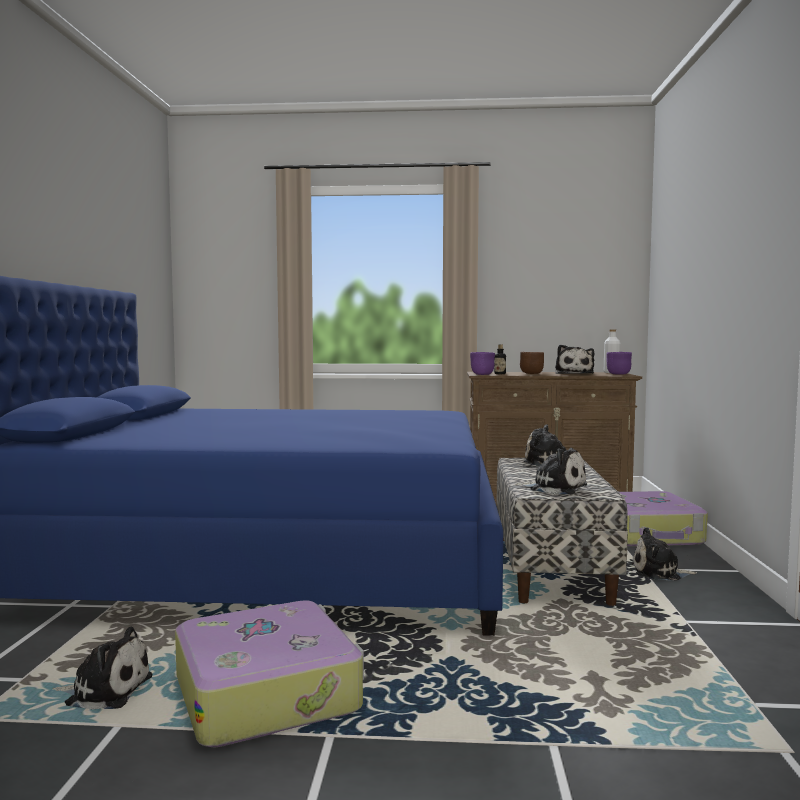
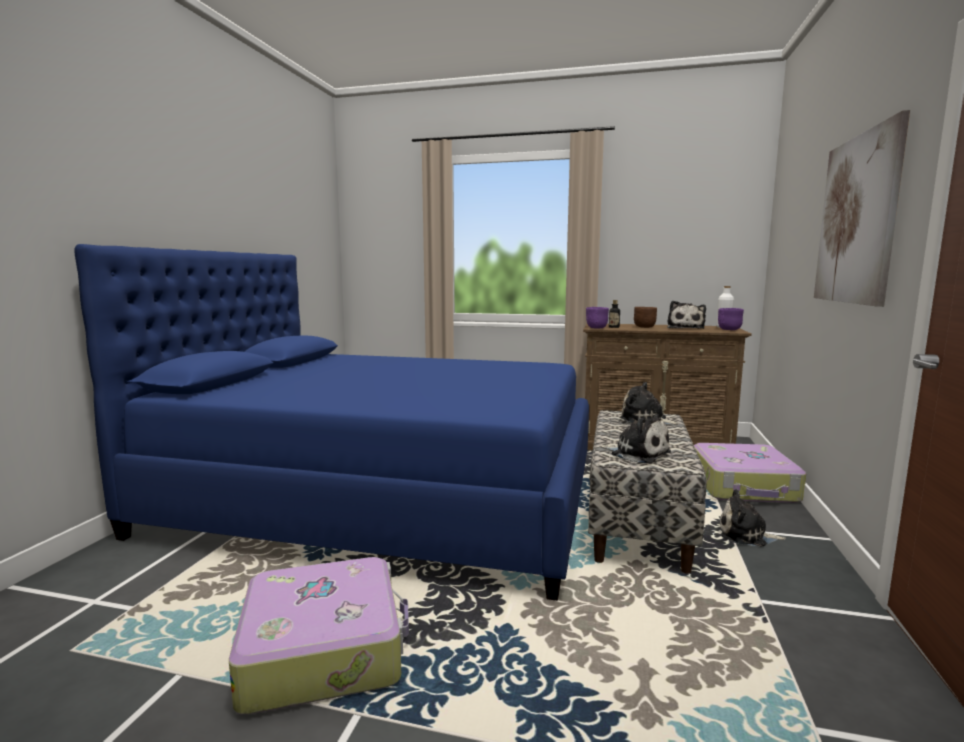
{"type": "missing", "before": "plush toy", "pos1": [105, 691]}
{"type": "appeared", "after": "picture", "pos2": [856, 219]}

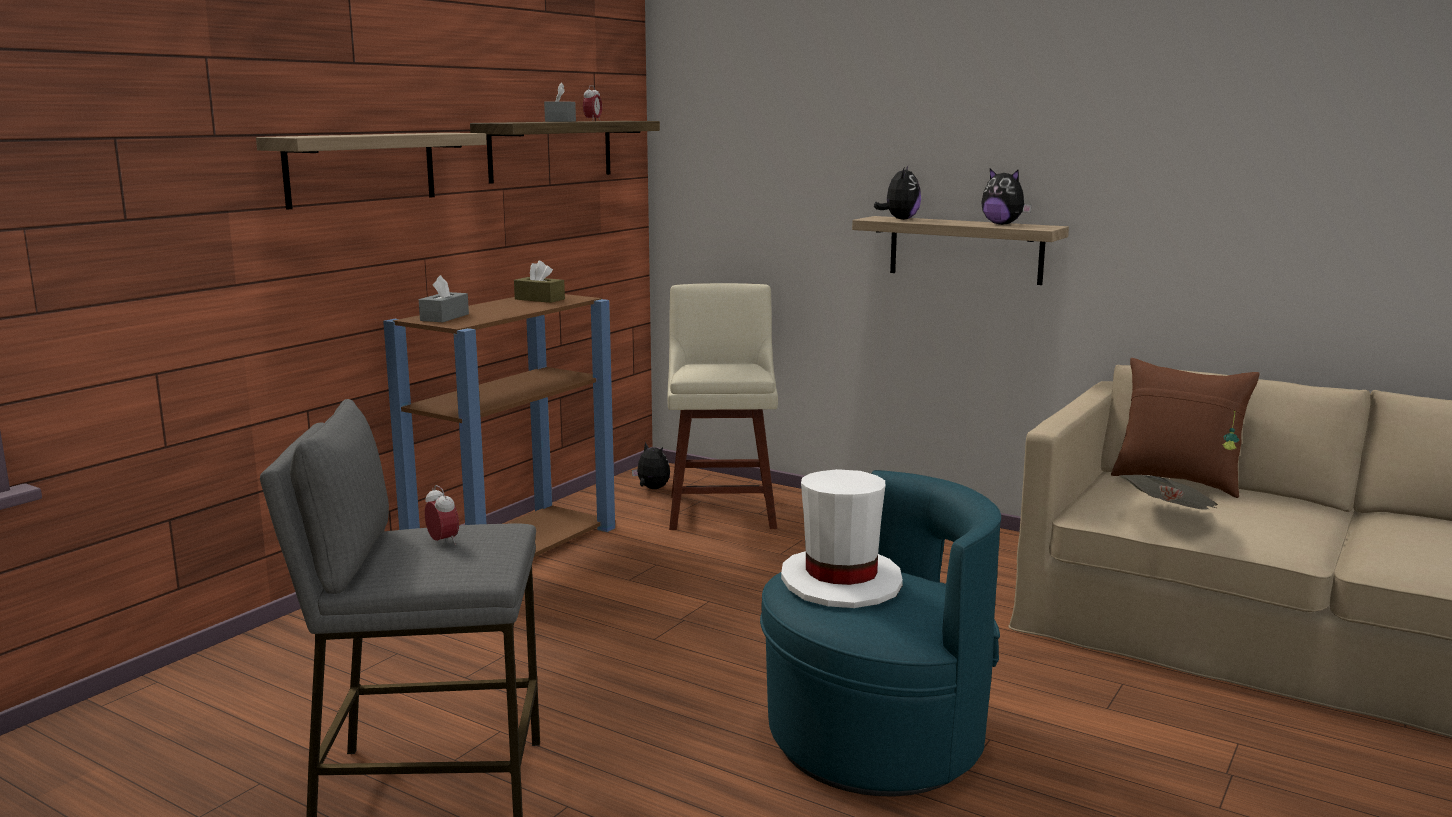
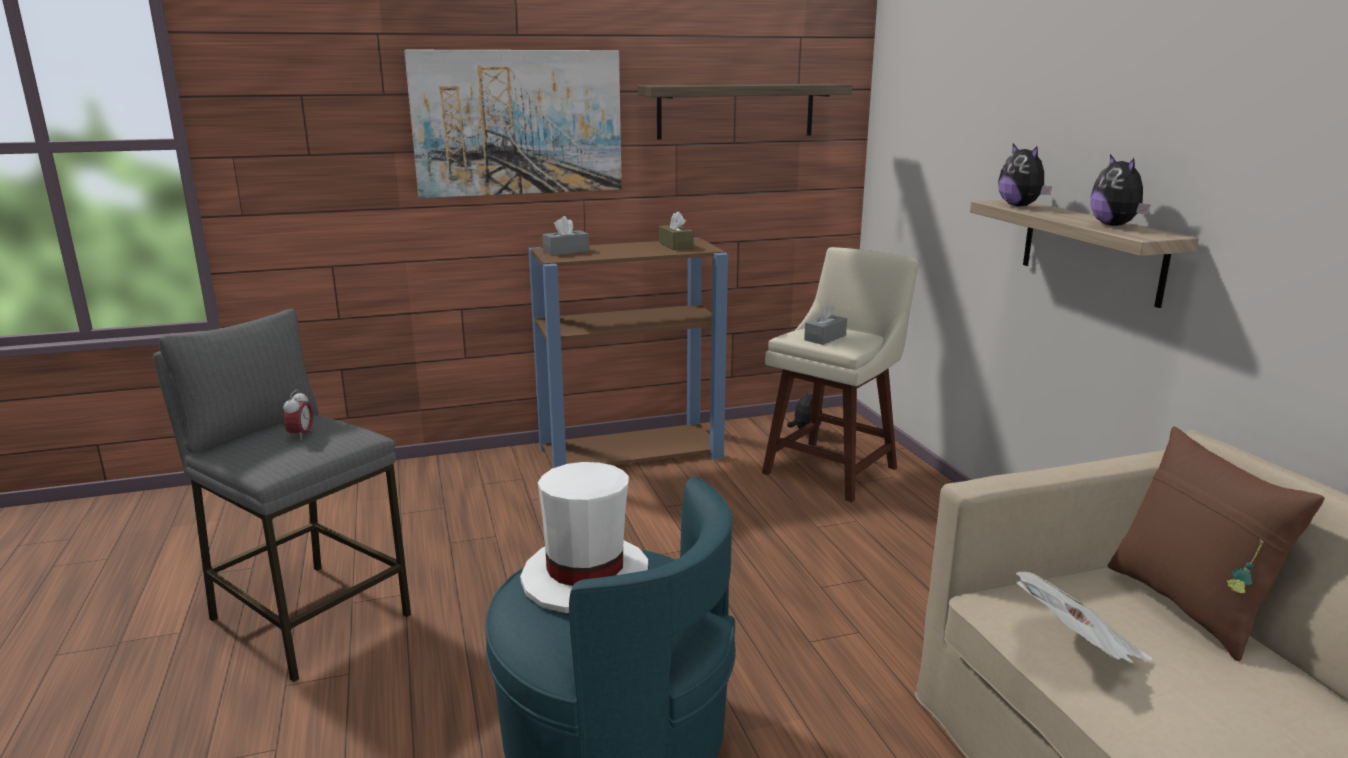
{"type": "exchanged", "before": "shelf", "after": "picture", "pos1": [361, 169], "pos2": [518, 123]}
{"type": "relocated", "before": "tissue box (grey)", "pos1": [560, 121], "pos2": [825, 338]}
{"type": "missing", "before": "alarm clock", "pos1": [593, 120]}
{"type": "spun", "before": "plush toy", "pos1": [900, 219], "pos2": [1020, 206], "turn": 105}

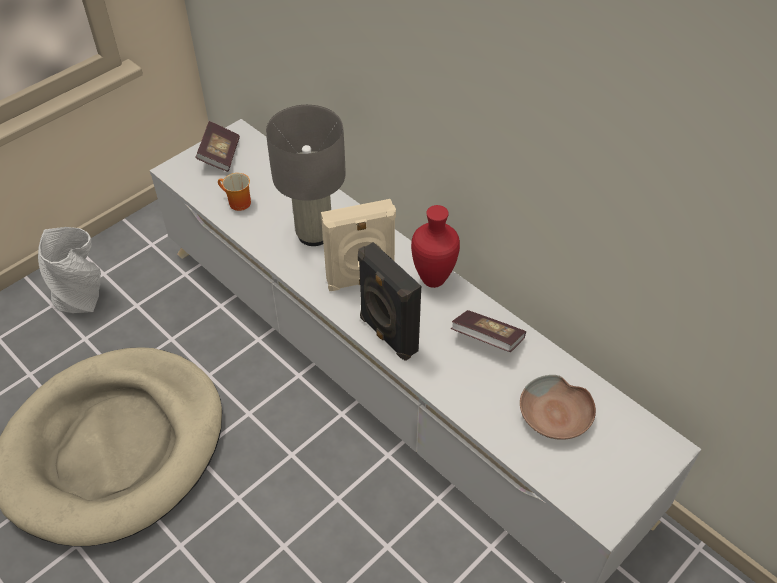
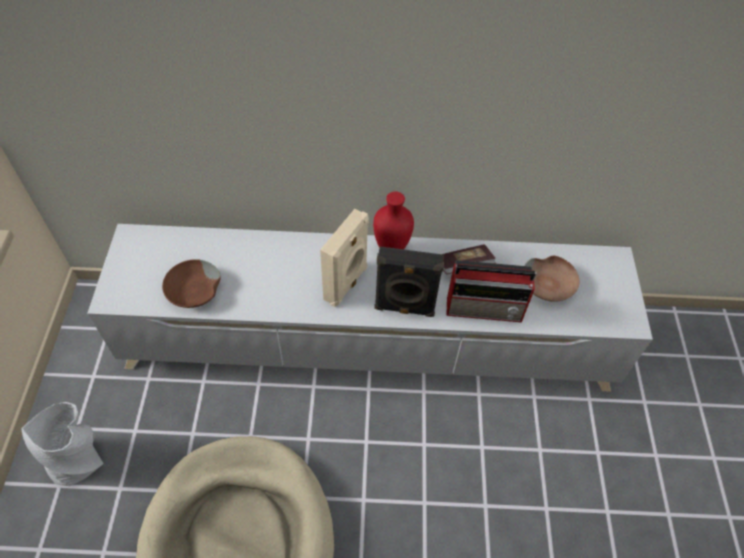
{"type": "missing", "before": "book", "pos1": [220, 155]}
{"type": "exchanged", "before": "mug", "after": "bowl (brown)", "pos1": [236, 203], "pos2": [193, 291]}
{"type": "missing", "before": "table lamp (grey)", "pos1": [314, 233]}
{"type": "appeared", "after": "radio", "pos2": [485, 308]}

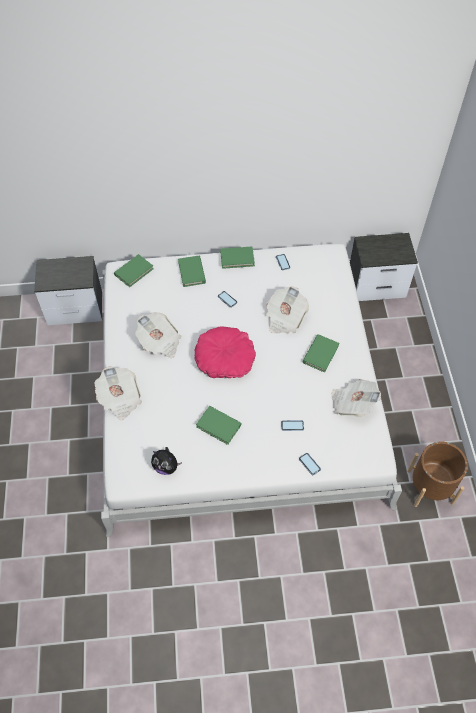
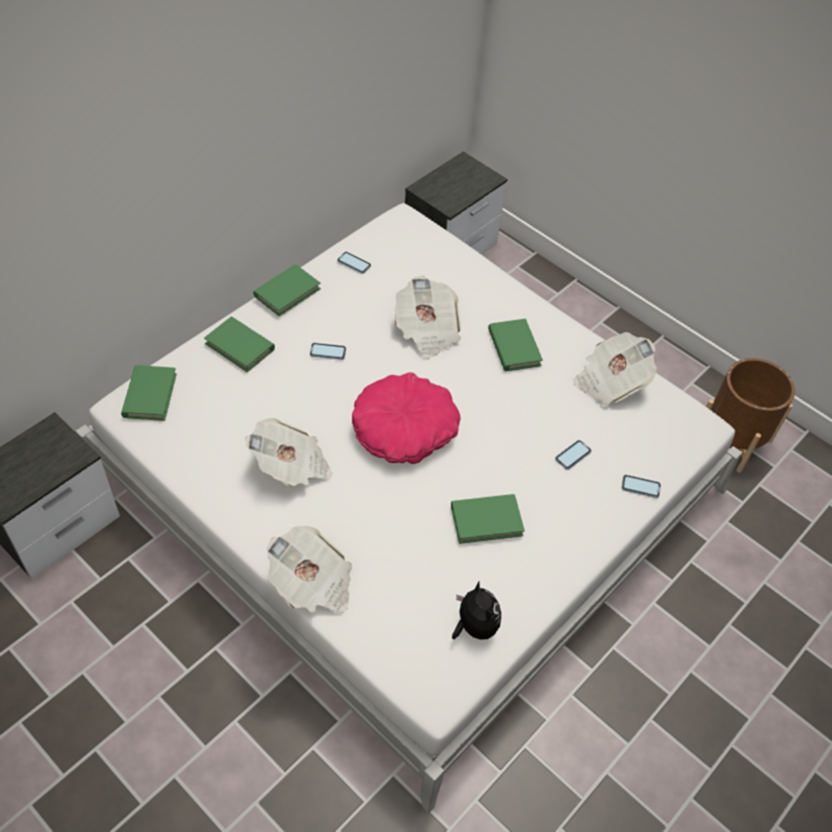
{"type": "spun", "before": "plush toy", "pos1": [166, 466], "pos2": [474, 626], "turn": -90}

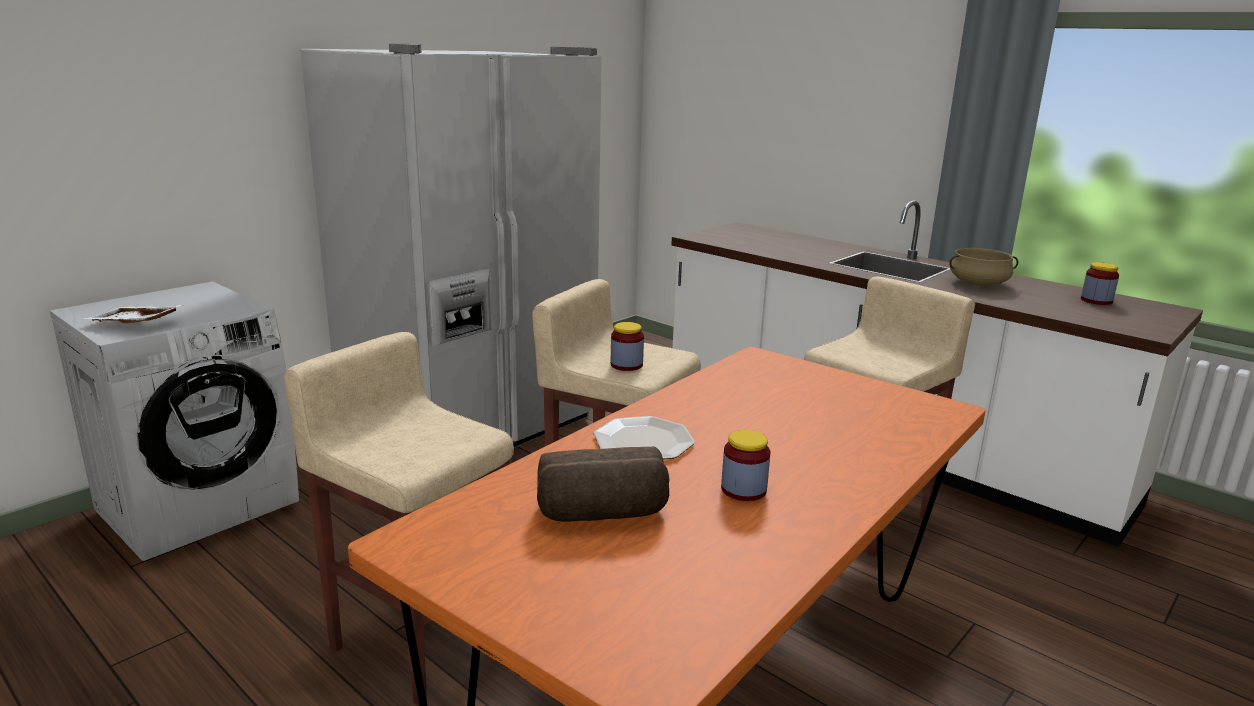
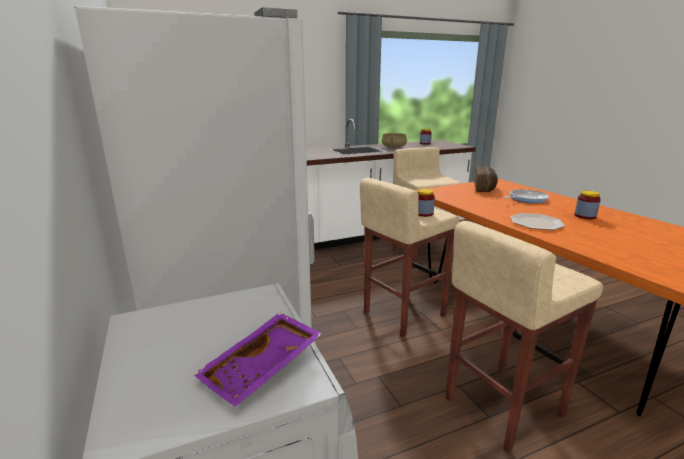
{"type": "colour", "before": "tray (white)", "after": "tray (purple)", "pos1": [134, 324], "pos2": [263, 368]}
{"type": "relocated", "before": "bread", "pos1": [602, 514], "pos2": [485, 188]}
{"type": "appeared", "after": "frying pan", "pos2": [526, 199]}

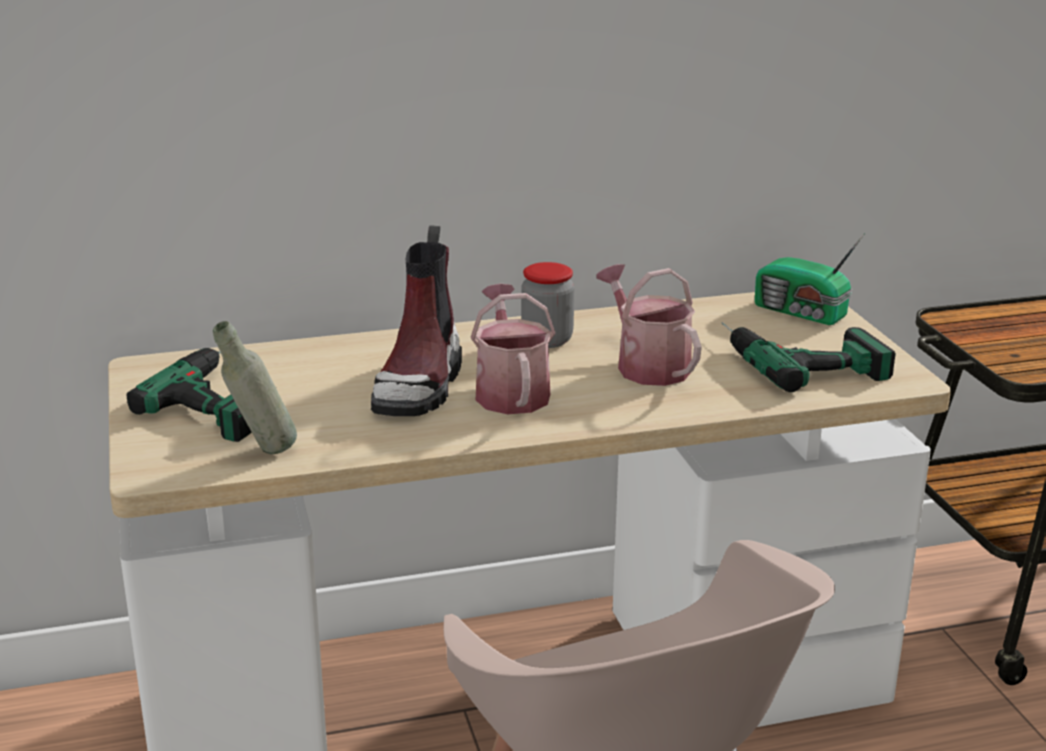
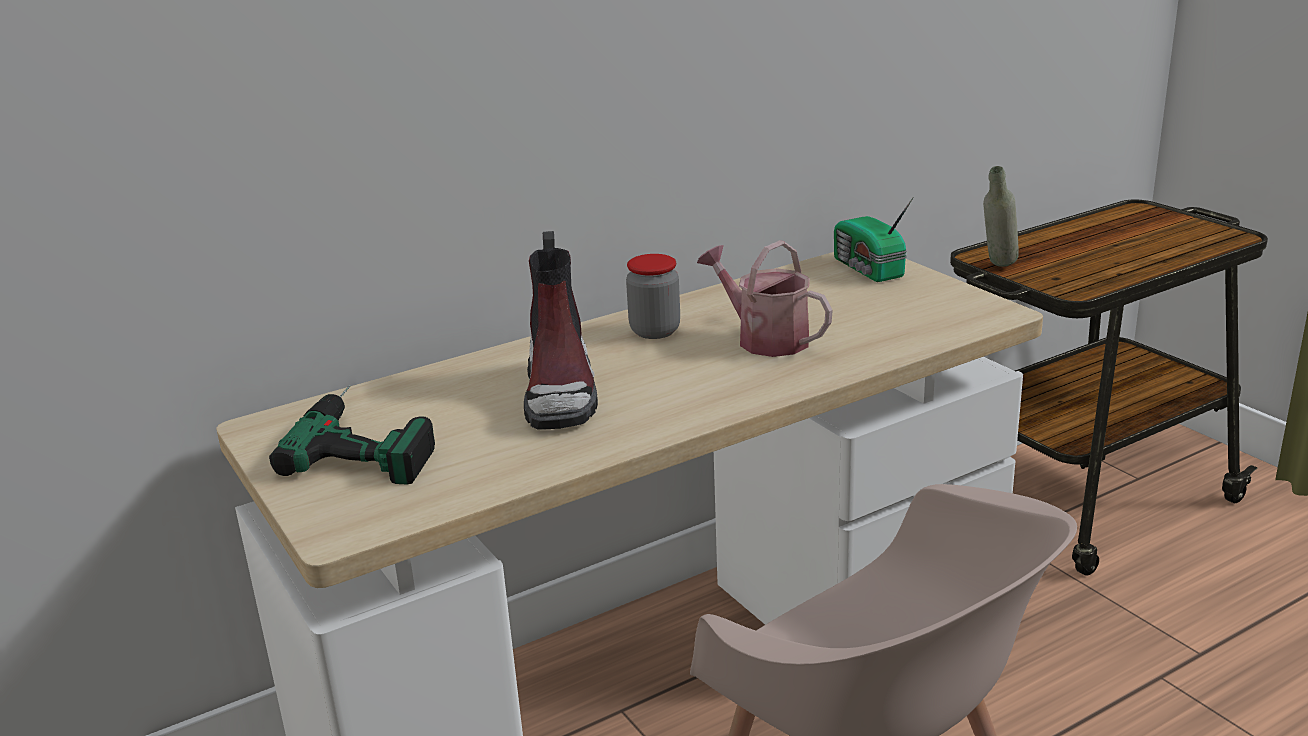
{"type": "relocated", "before": "bottle (grey)", "pos1": [261, 454], "pos2": [997, 267]}
{"type": "missing", "before": "watering can", "pos1": [510, 391]}
{"type": "missing", "before": "power drill", "pos1": [797, 358]}
{"type": "spun", "before": "radio", "pos1": [801, 313], "pos2": [867, 269], "turn": 45}

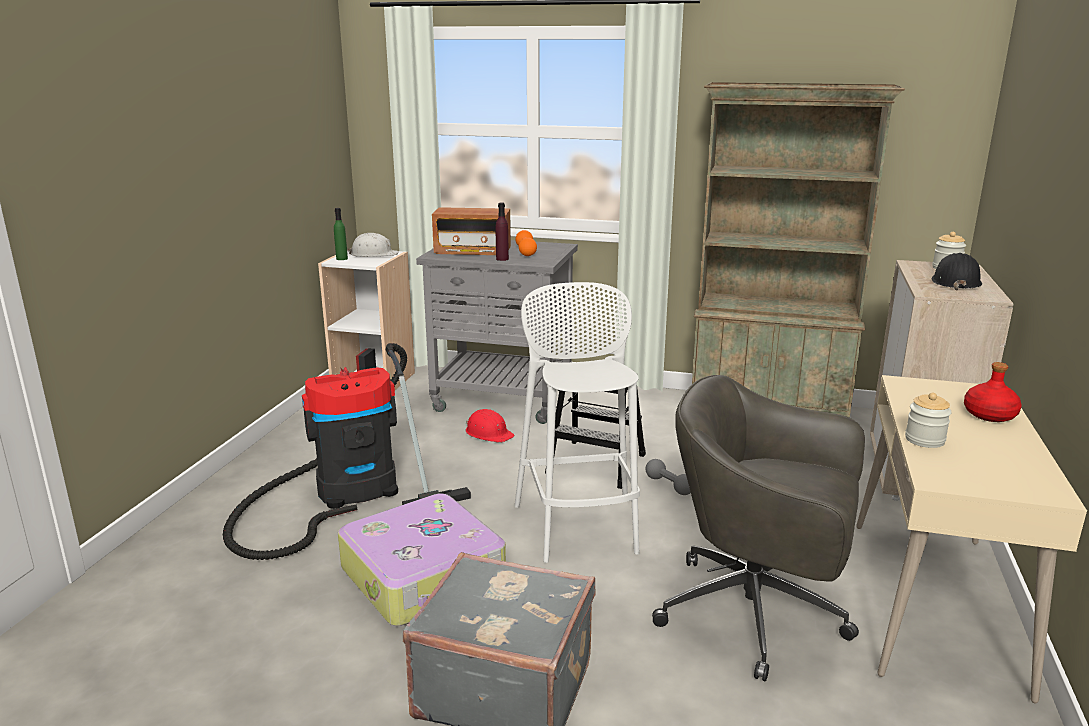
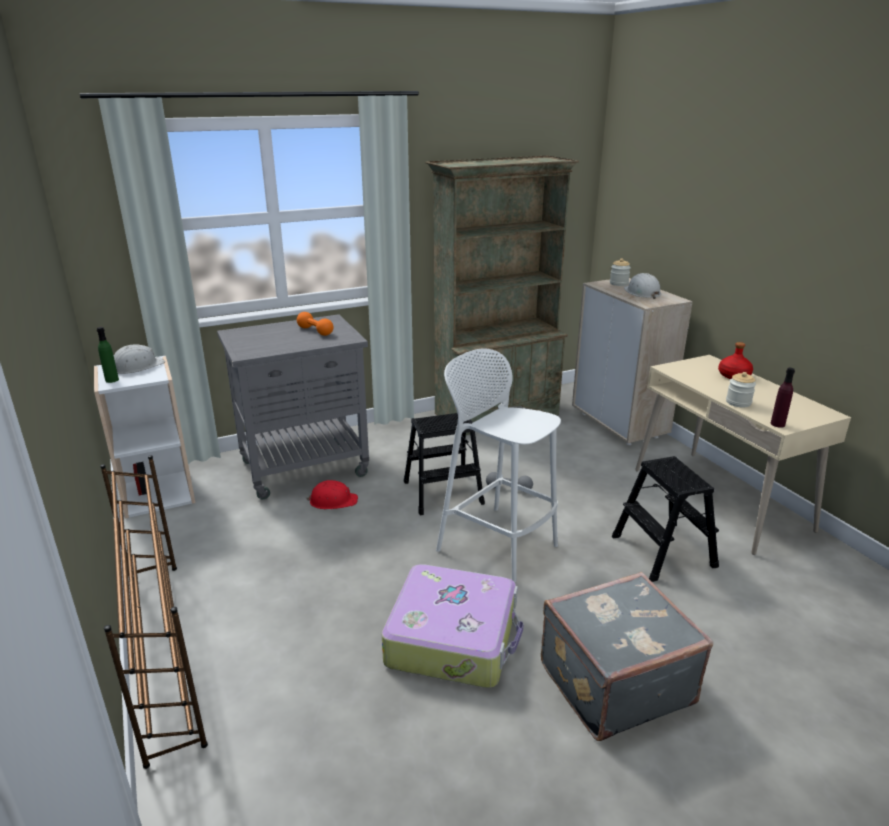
{"type": "missing", "before": "vacuum cleaner", "pos1": [348, 492]}
{"type": "missing", "before": "radio", "pos1": [472, 251]}
{"type": "relocated", "before": "bottle (purple)", "pos1": [502, 259], "pos2": [777, 424]}
{"type": "exchanged", "before": "office chair (grey)", "after": "step ladder (black)", "pos1": [757, 614], "pos2": [663, 551]}
{"type": "colour", "before": "hard hat (black)", "after": "hard hat (white)", "pos1": [955, 282], "pos2": [642, 293]}
{"type": "appeared", "after": "shoe rack (brown)", "pos2": [163, 650]}

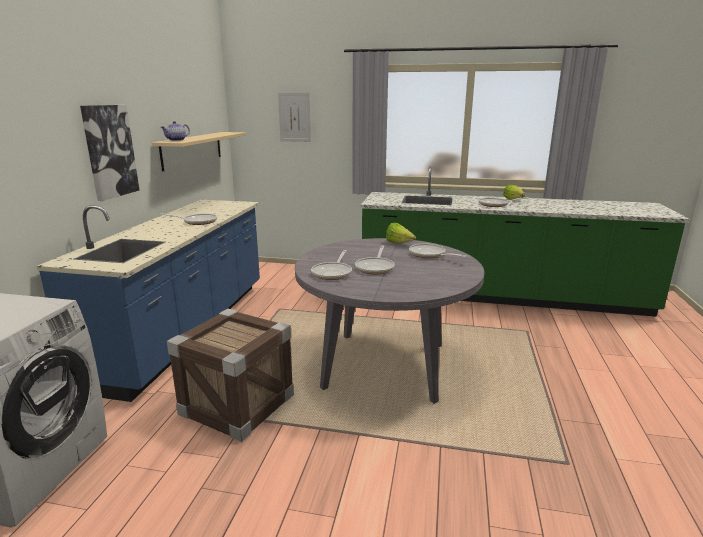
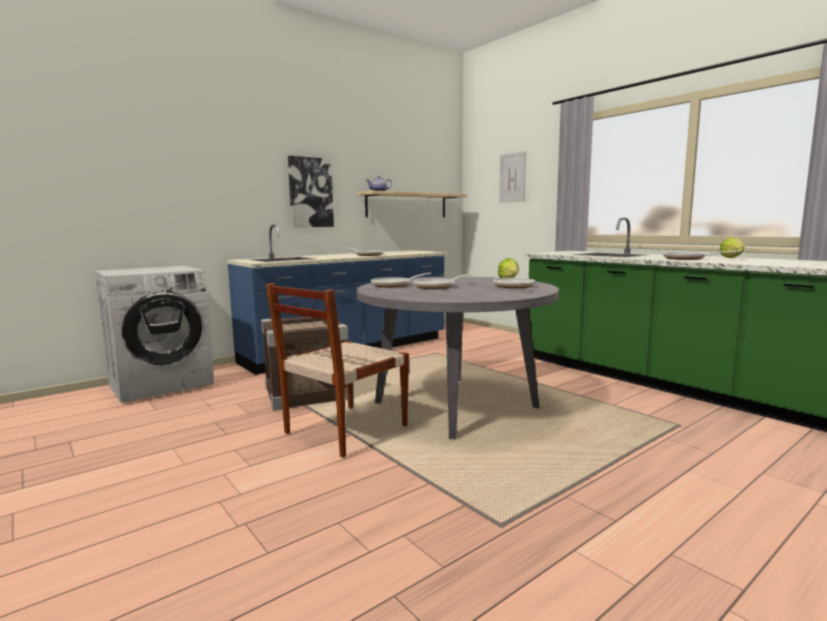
{"type": "appeared", "after": "chair", "pos2": [343, 431]}

